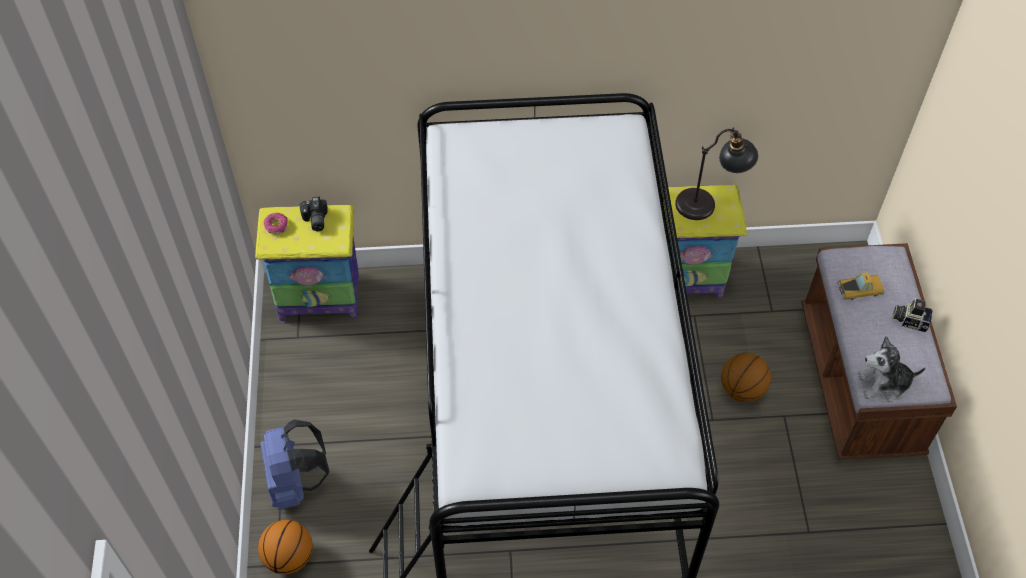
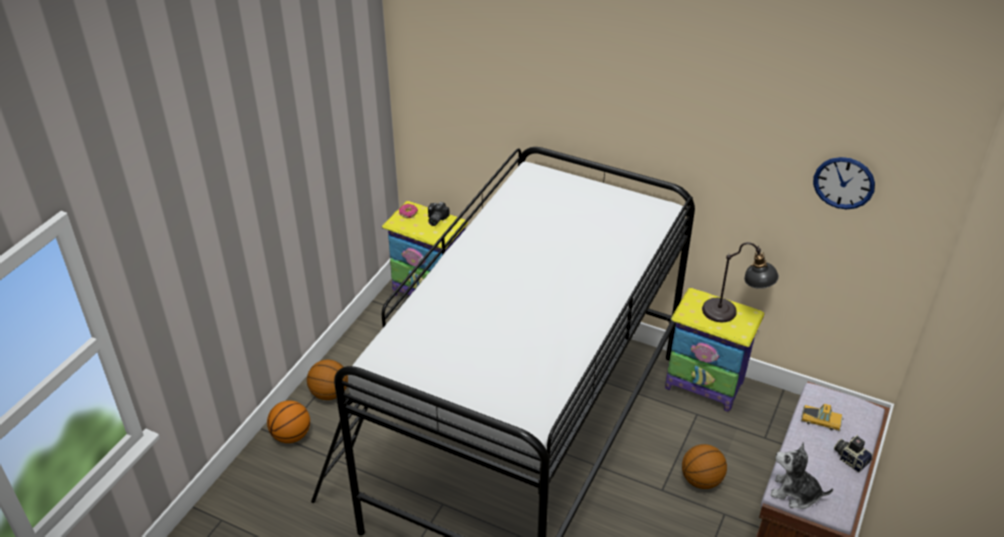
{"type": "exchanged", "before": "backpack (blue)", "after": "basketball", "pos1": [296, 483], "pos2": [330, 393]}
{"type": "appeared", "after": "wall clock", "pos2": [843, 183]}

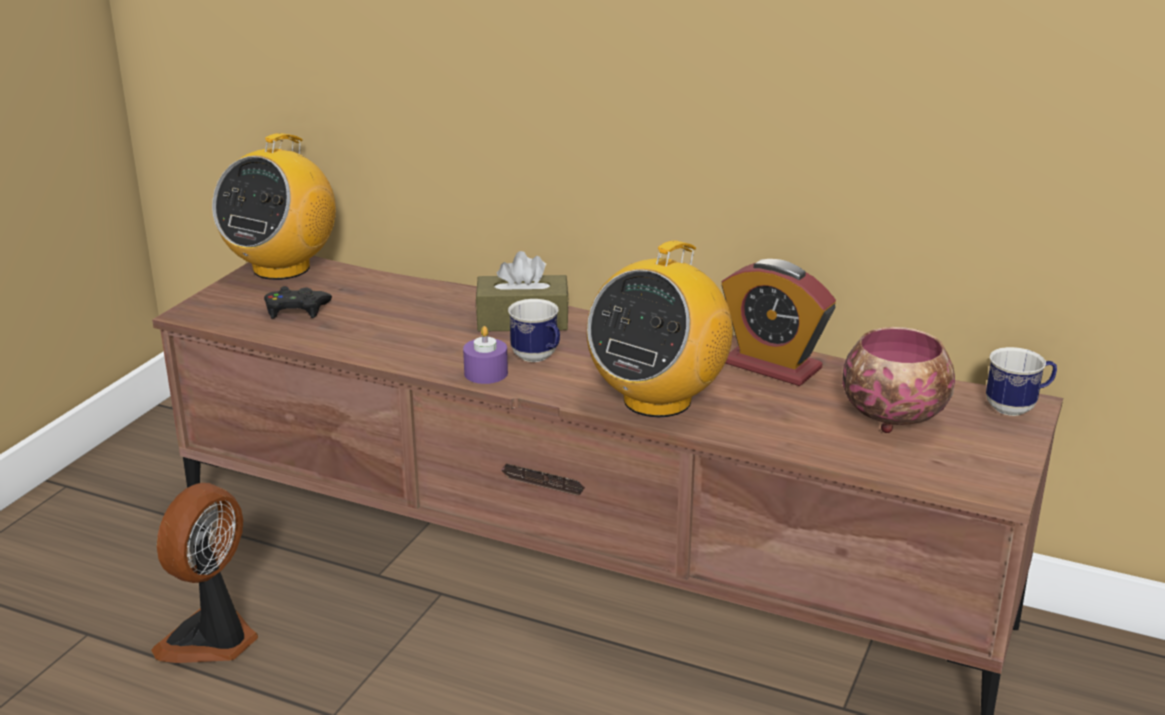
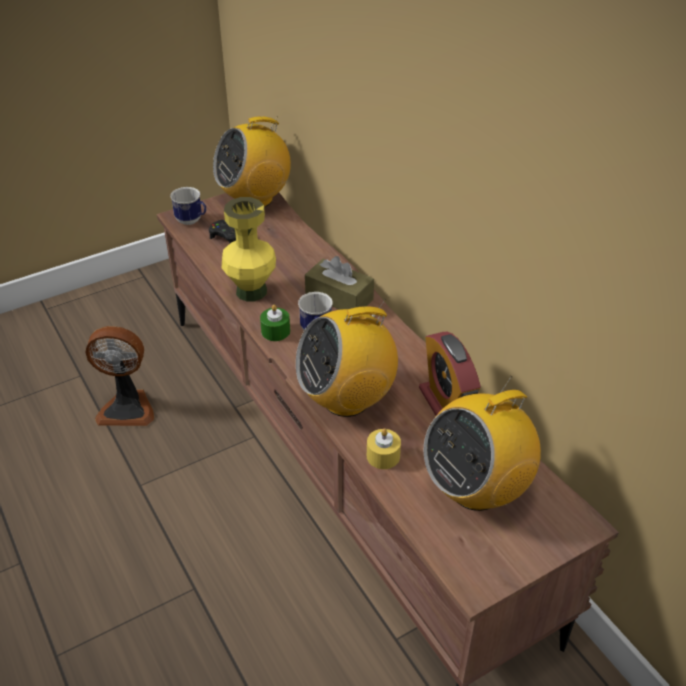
{"type": "spun", "before": "fan", "pos1": [212, 639], "pos2": [127, 408], "turn": -150}
{"type": "colour", "before": "candle (purple)", "after": "candle (green)", "pos1": [486, 373], "pos2": [275, 331]}
{"type": "exchanged", "before": "bowl", "after": "radio", "pos1": [895, 418], "pos2": [476, 489]}
{"type": "relocated", "before": "mug", "pos1": [1017, 407], "pos2": [192, 221]}
{"type": "appeared", "after": "vase (yellow)", "pos2": [251, 291]}
{"type": "appeared", "after": "candle (yellow)", "pos2": [383, 456]}

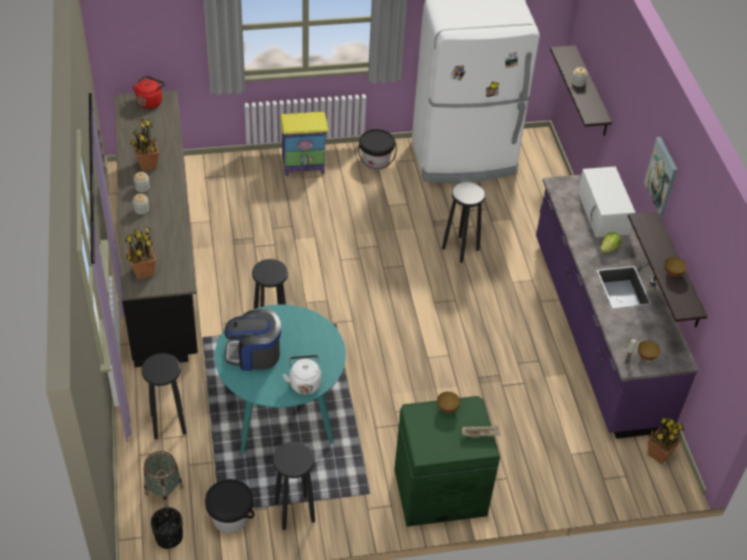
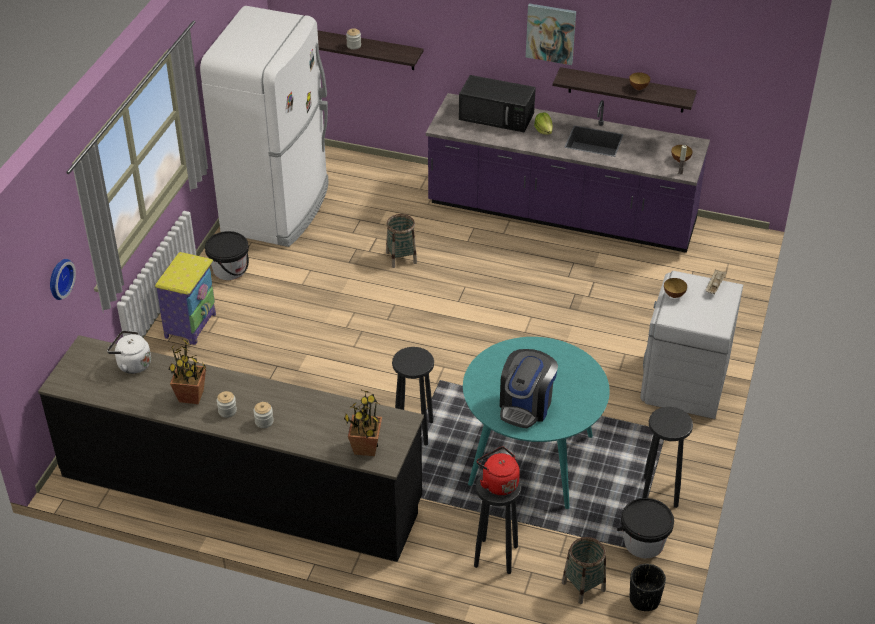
{"type": "relocated", "before": "kettle (red)", "pos1": [150, 101], "pos2": [498, 483]}
{"type": "relocated", "before": "kettle (white)", "pos1": [304, 383], "pos2": [132, 364]}
{"type": "colour", "before": "washing machine (green)", "after": "washing machine (white)", "pos1": [438, 488], "pos2": [683, 382]}
{"type": "exchanged", "before": "stool (black)", "after": "basket", "pos1": [461, 249], "pos2": [401, 257]}
{"type": "colour", "before": "microwave (white)", "after": "microwave (black)", "pos1": [603, 213], "pos2": [497, 116]}
{"type": "missing", "before": "potted plant", "pos1": [658, 454]}
{"type": "appeared", "after": "wall clock", "pos2": [59, 278]}

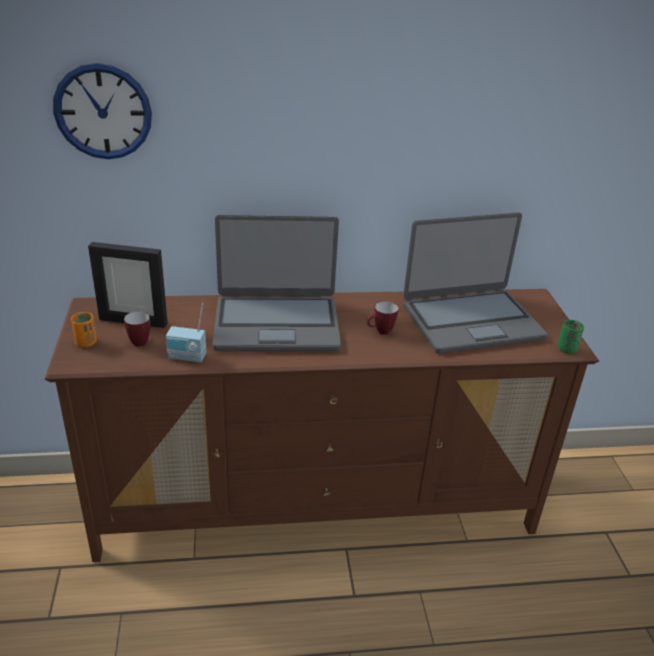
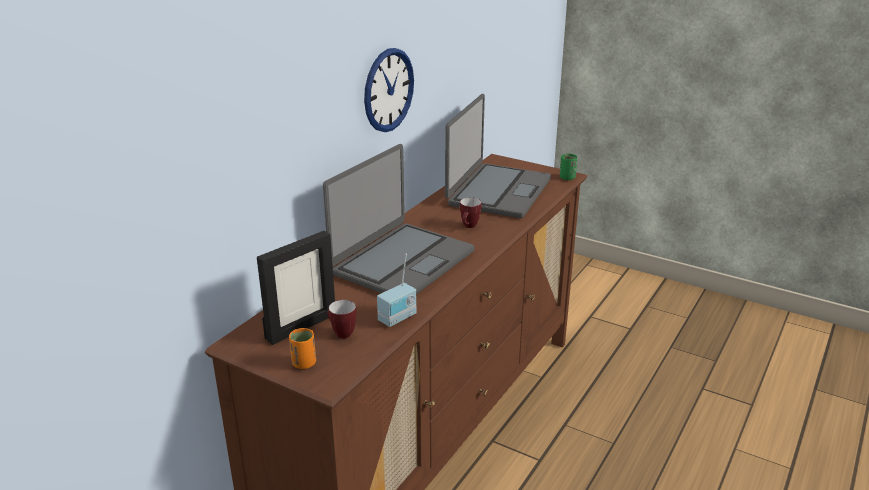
{"type": "relocated", "before": "wall clock", "pos1": [103, 112], "pos2": [388, 90]}

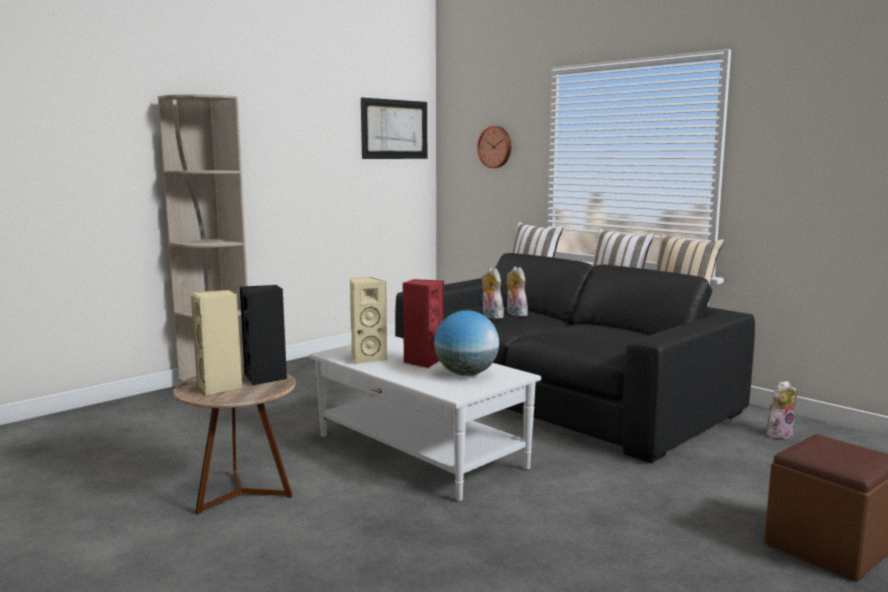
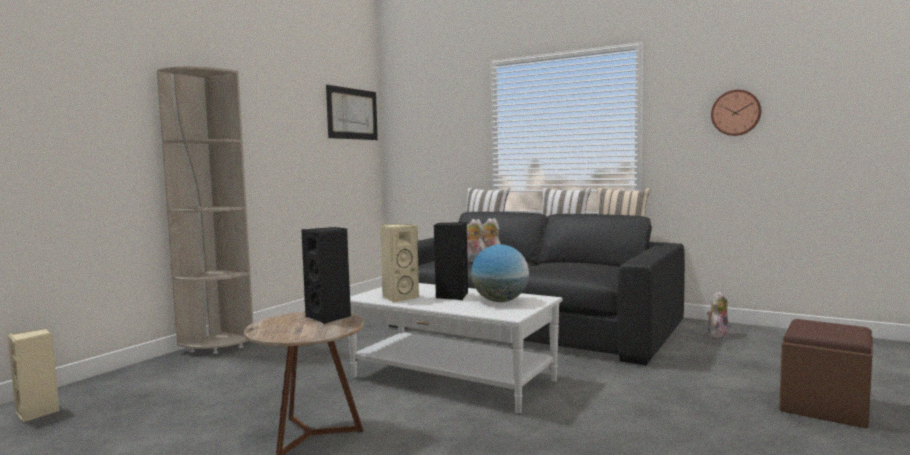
{"type": "relocated", "before": "speaker (beige)", "pos1": [220, 387], "pos2": [37, 412]}
{"type": "colour", "before": "speaker (red)", "after": "speaker (black)", "pos1": [423, 361], "pos2": [452, 296]}
{"type": "relocated", "before": "wall clock", "pos1": [495, 147], "pos2": [736, 113]}

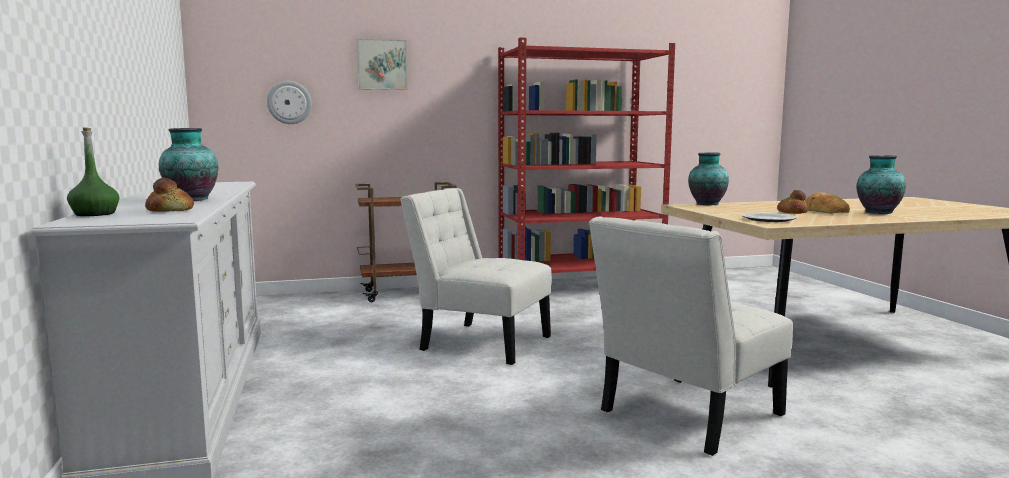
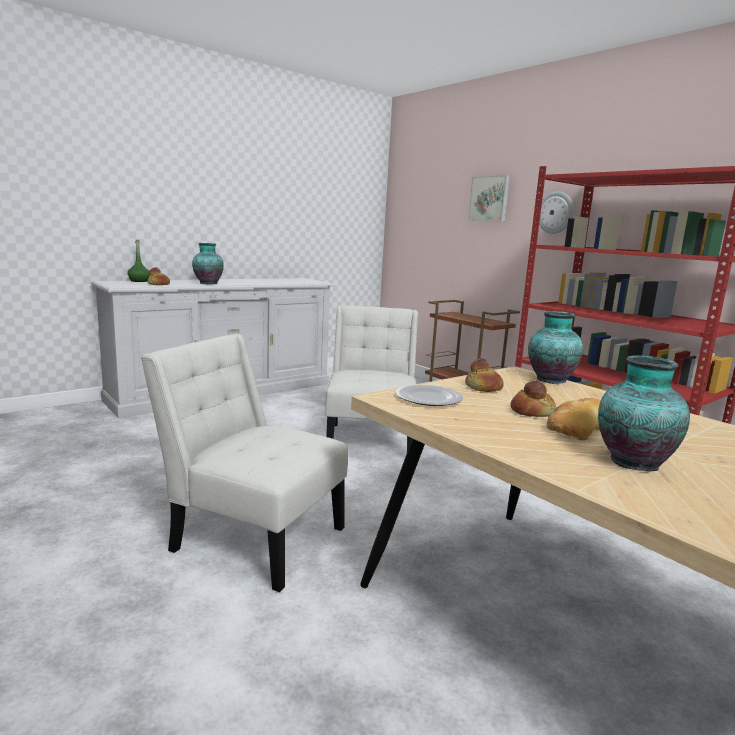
{"type": "relocated", "before": "wall clock", "pos1": [289, 102], "pos2": [555, 213]}
{"type": "appeared", "after": "bread", "pos2": [483, 387]}

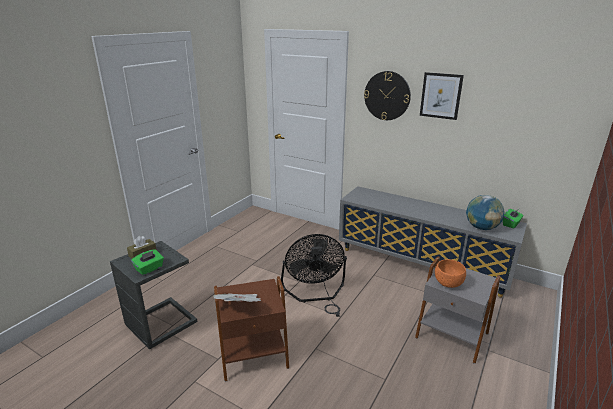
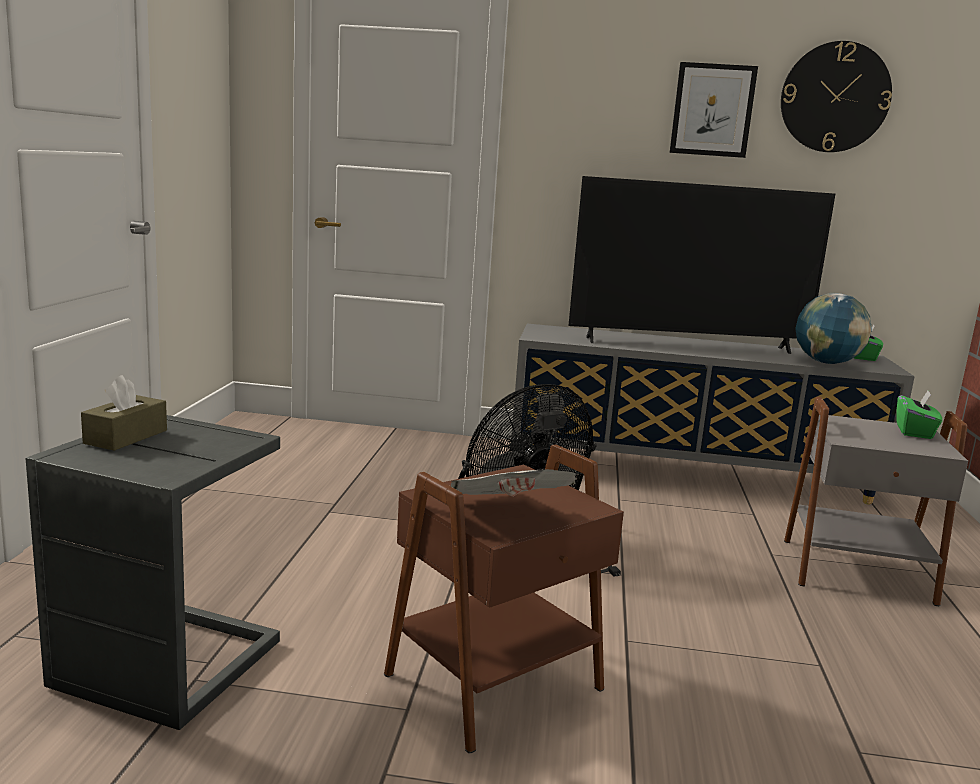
{"type": "relocated", "before": "tissue box (green)", "pos1": [149, 269], "pos2": [914, 432]}
{"type": "relocated", "before": "wall clock", "pos1": [387, 96], "pos2": [835, 97]}
{"type": "missing", "before": "bowl (orange)", "pos1": [447, 283]}
{"type": "appeared", "after": "television", "pos2": [688, 345]}

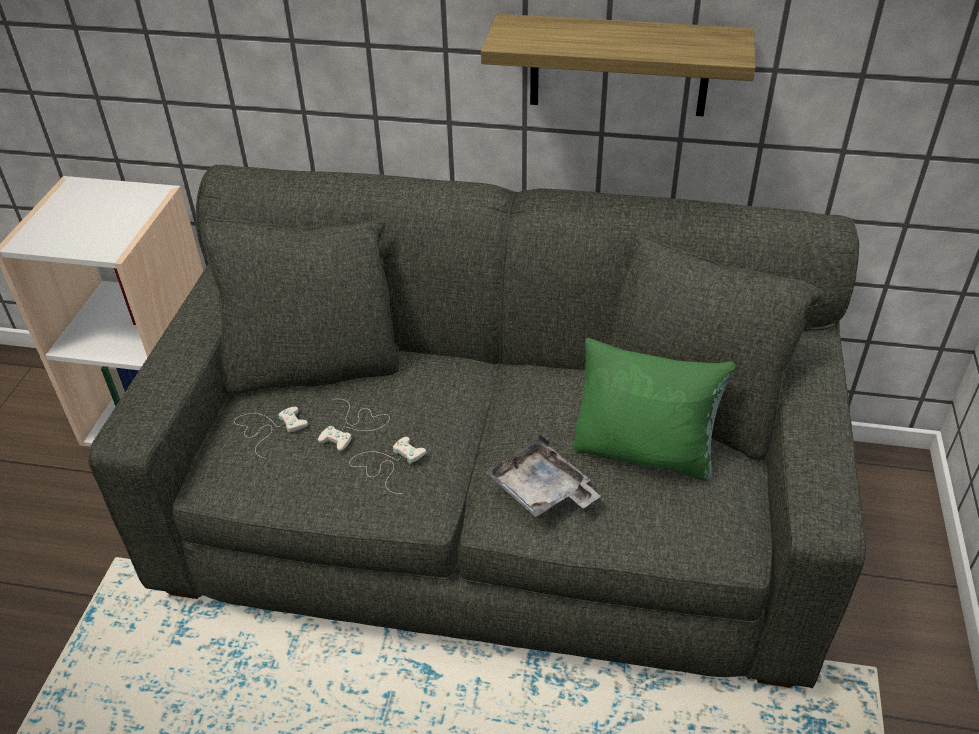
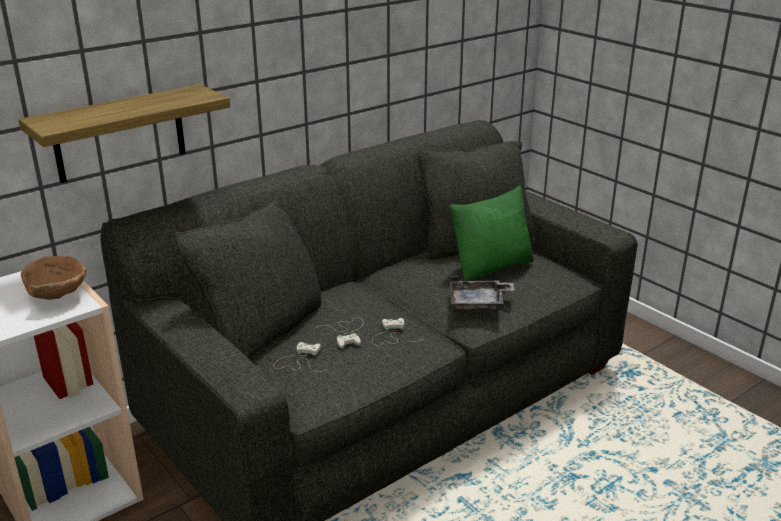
{"type": "relocated", "before": "shelf", "pos1": [619, 66], "pos2": [119, 134]}
{"type": "appeared", "after": "bowl (brown)", "pos2": [59, 296]}

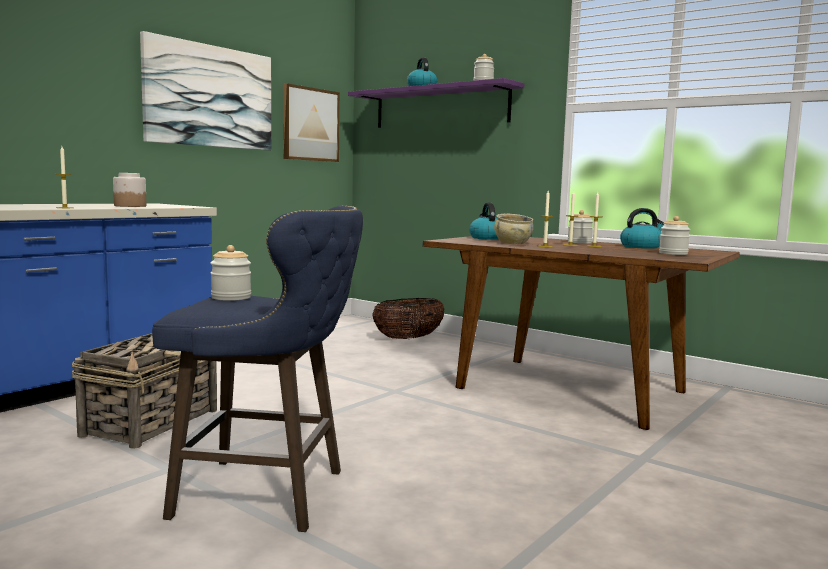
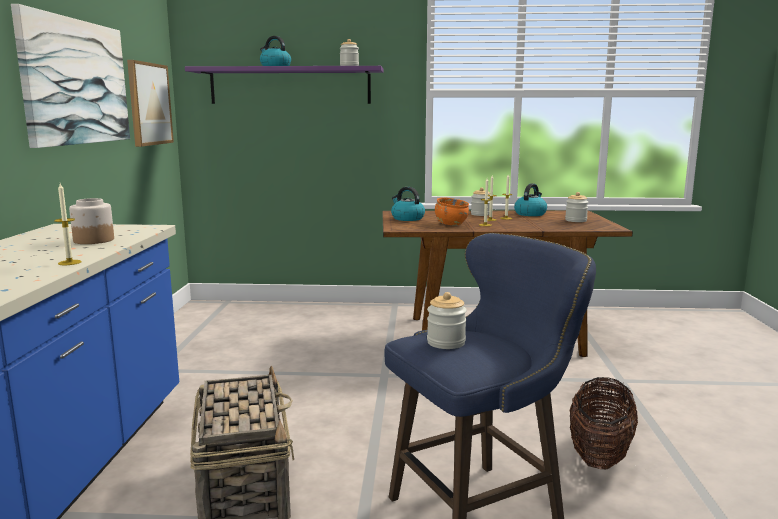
{"type": "relocated", "before": "basket", "pos1": [408, 338], "pos2": [599, 454]}
{"type": "colour", "before": "bowl (beige)", "after": "bowl (orange)", "pos1": [512, 243], "pos2": [451, 224]}

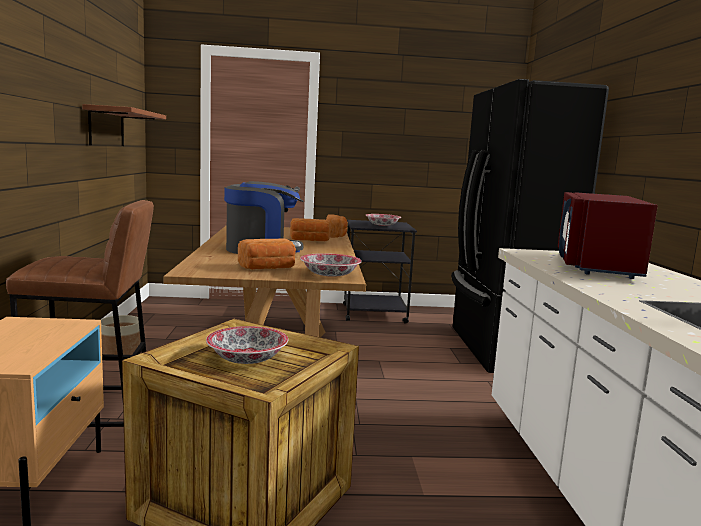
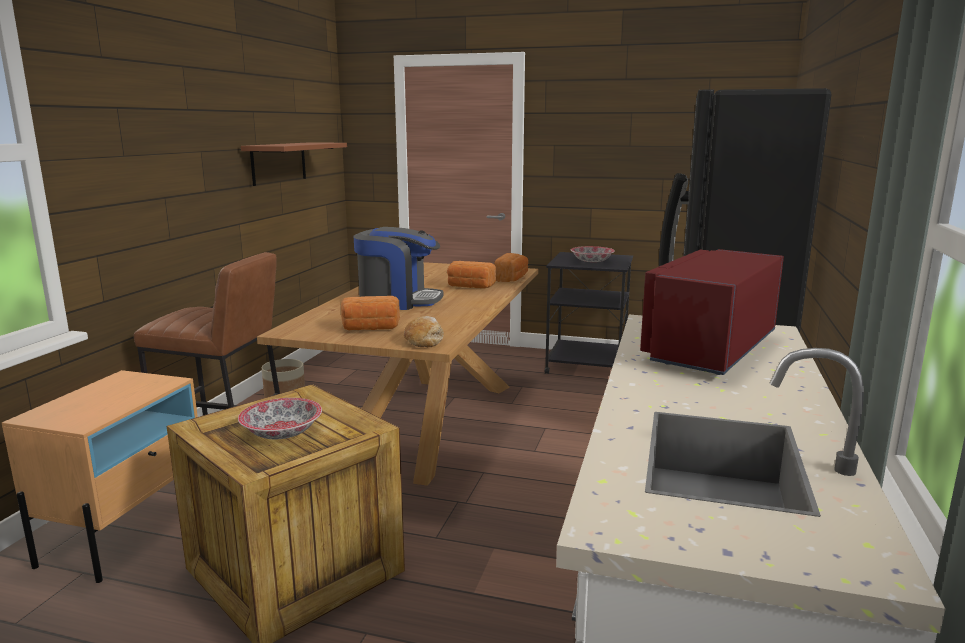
{"type": "exchanged", "before": "bowl", "after": "bread", "pos1": [329, 275], "pos2": [424, 340]}

